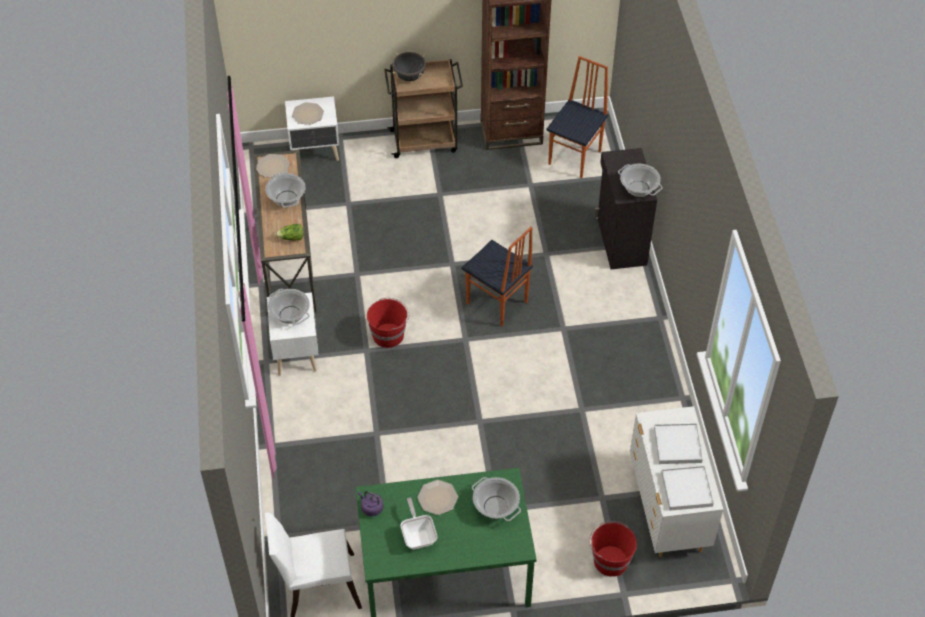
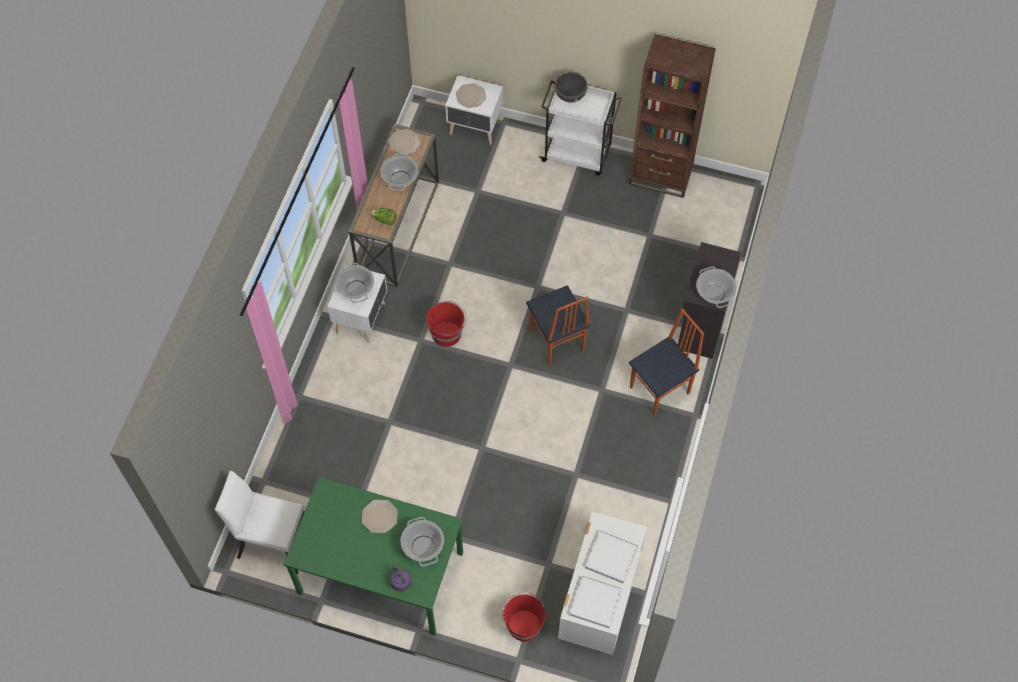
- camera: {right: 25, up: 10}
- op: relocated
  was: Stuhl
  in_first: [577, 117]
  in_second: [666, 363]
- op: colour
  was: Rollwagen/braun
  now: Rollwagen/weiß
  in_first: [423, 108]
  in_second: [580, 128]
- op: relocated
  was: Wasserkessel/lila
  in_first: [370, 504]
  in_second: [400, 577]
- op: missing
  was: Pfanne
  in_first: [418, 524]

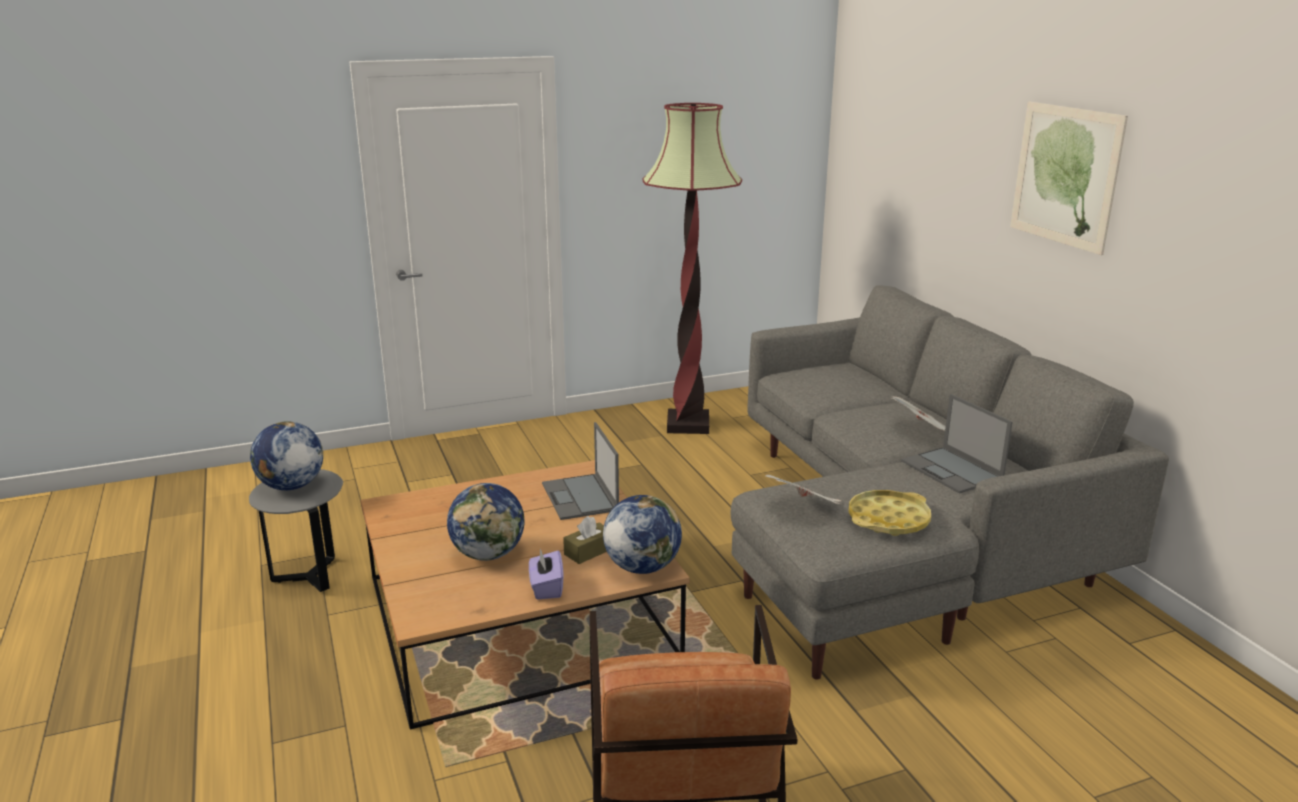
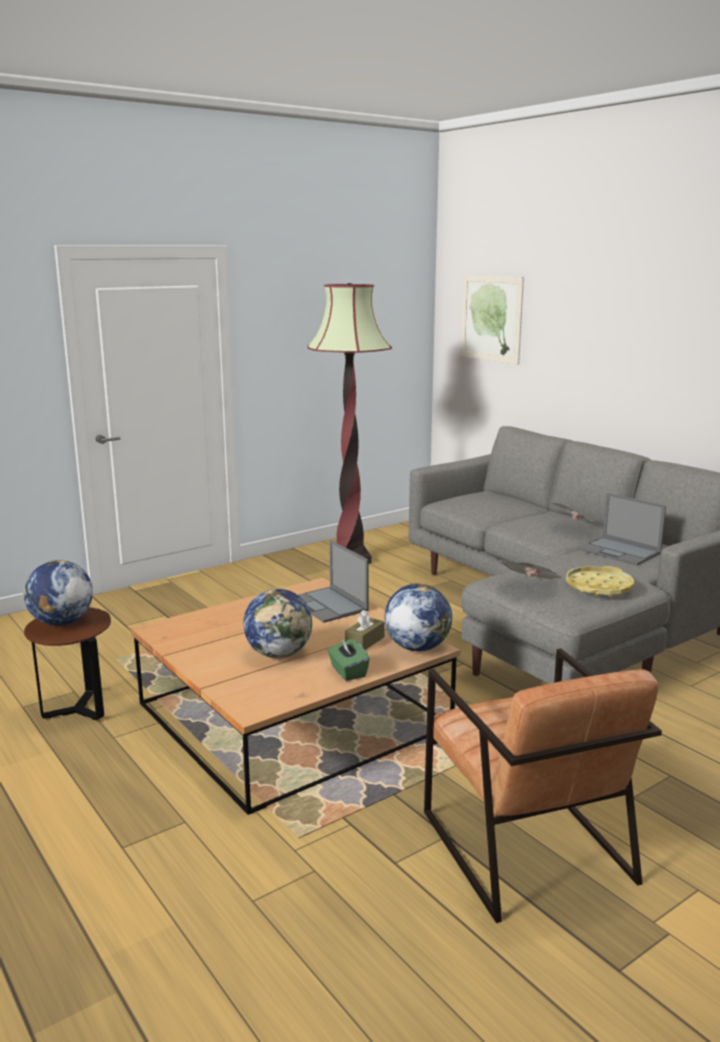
- camera: {right: -15, up: -5}
- op: relocated
  was: Bild
  in_first: [1069, 178]
  in_second: [492, 319]
- op: colour
  was: Beistelltisch/grau
  now: Beistelltisch/braun
  in_first: [296, 530]
  in_second: [67, 663]
- op: colour
  was: Taschentuchbox/lila
  now: Taschentuchbox/grün
  in_first: [546, 574]
  in_second: [348, 659]

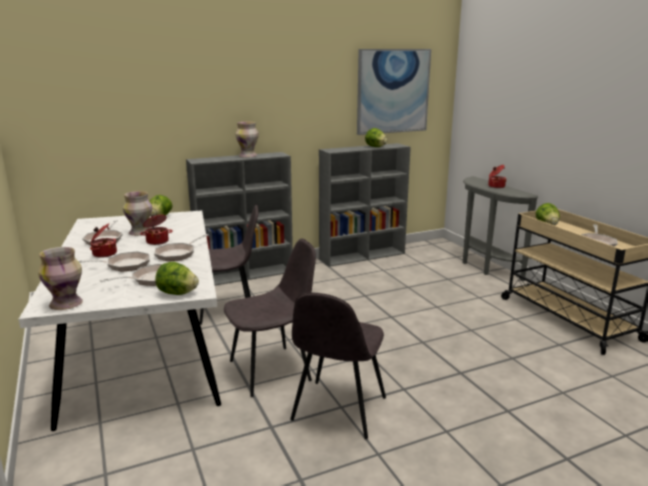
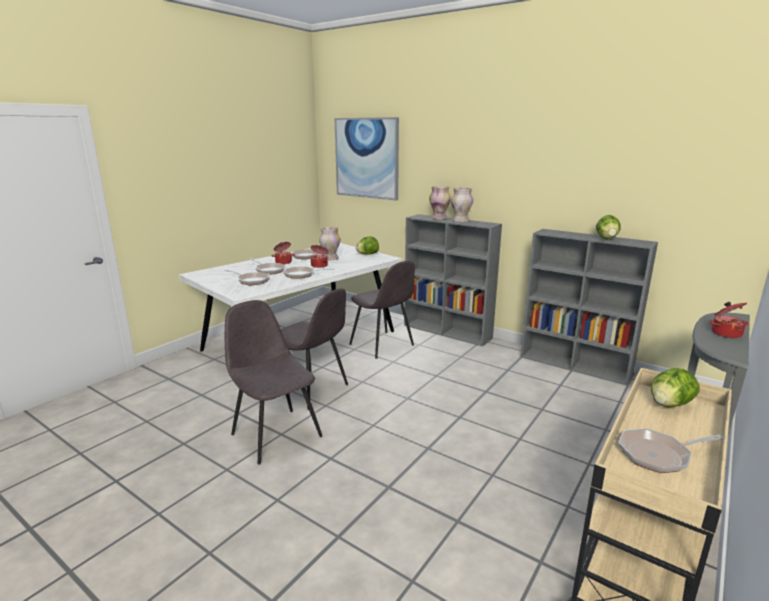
- camera: {right: 60, up: 0}
- op: relocated
  was: Bild
  in_first: [394, 92]
  in_second: [366, 158]
- op: relocated
  was: Vase
  in_first: [60, 278]
  in_second: [440, 202]
- op: missing
  was: Salatkopf
  in_first: [177, 278]
- op: spun
  was: Stuhl/grau
  in_first: [338, 366]
  in_second: [273, 382]
  clockwise: 60

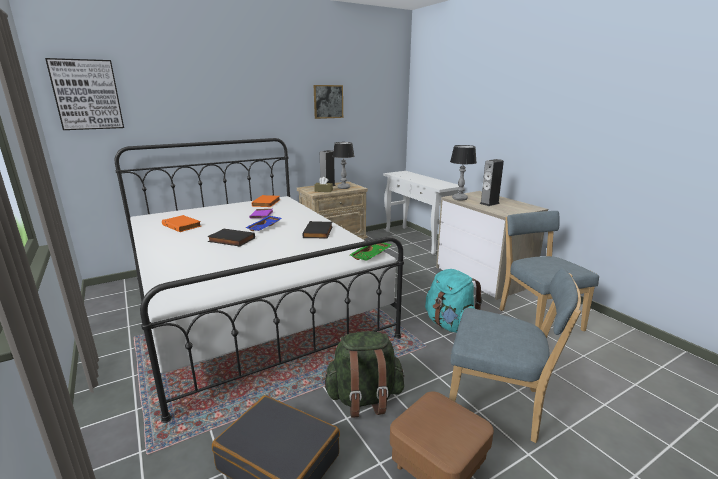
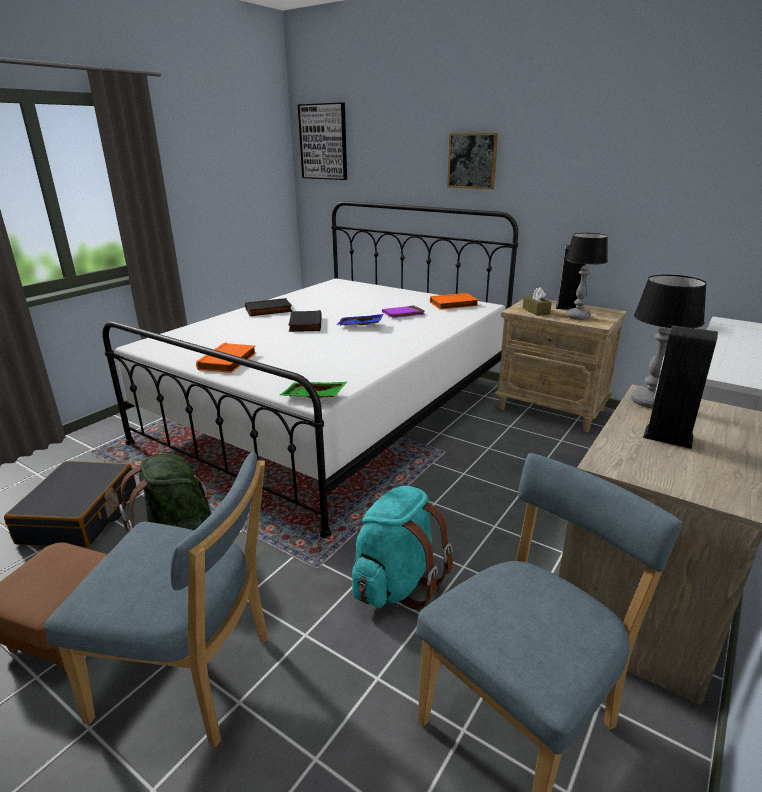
- camera: {right: 65, up: 5}
- op: relocated
  was: Bild
  in_first: [328, 102]
  in_second: [472, 161]
- op: relocated
  was: Buch/orange
  in_first: [181, 223]
  in_second: [226, 358]
- op: relocated
  was: Buch/schwarz
  in_first: [317, 230]
  in_second: [268, 307]
- op: spun
  was: Stuhl/blau
  in_first: [515, 355]
  in_second: [156, 600]
  clockwise: -75

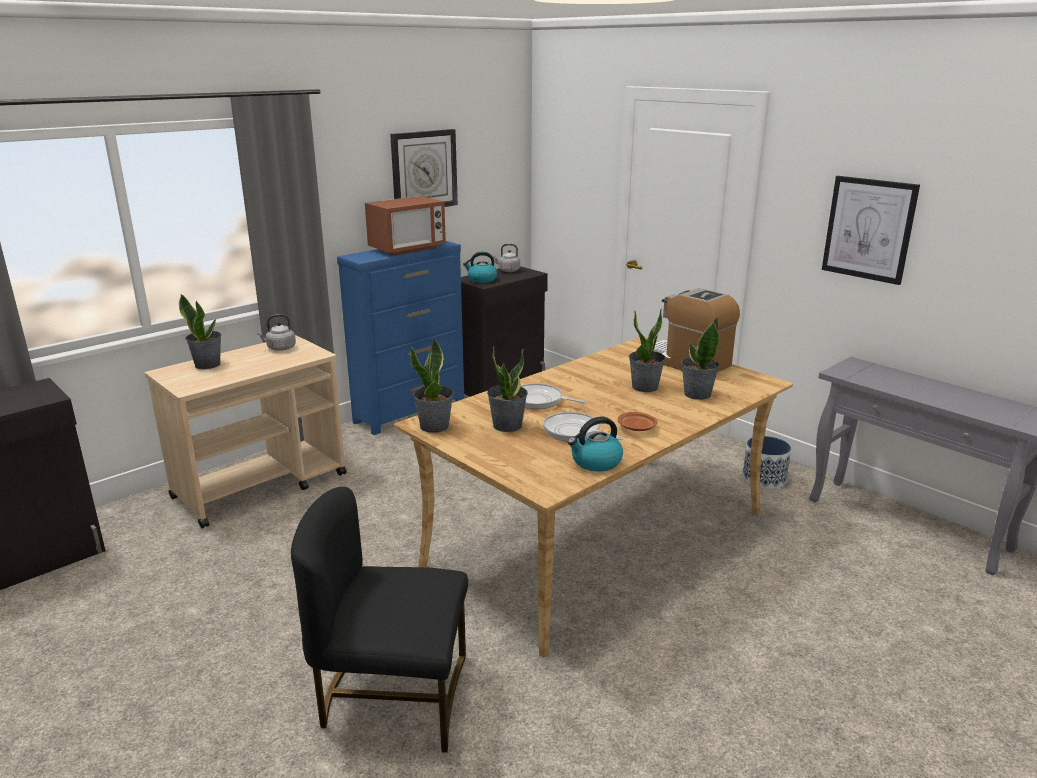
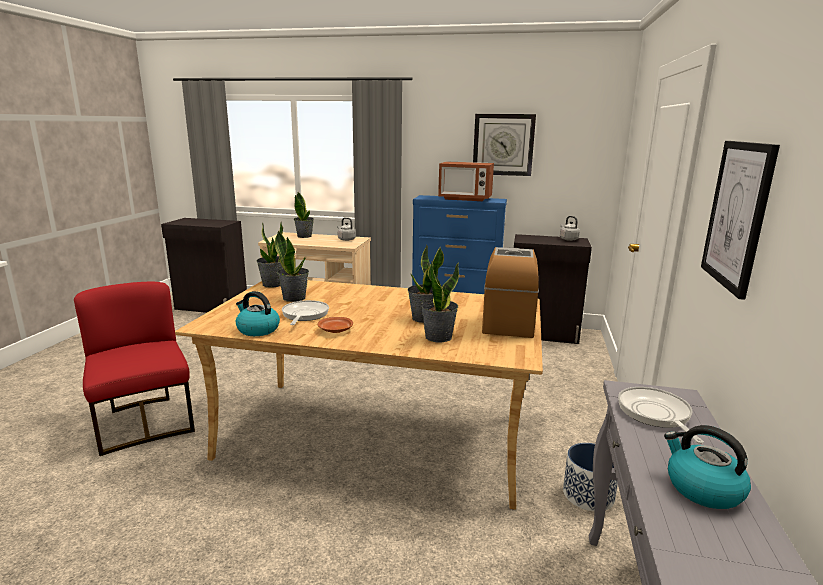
- camera: {right: 55, up: -5}
- op: relocated
  was: Wasserkessel
  in_first: [480, 267]
  in_second: [707, 467]
- op: relocated
  was: Pfanne
  in_first: [553, 396]
  in_second: [661, 415]
- op: colour
  was: Stuhl/schwarz
  now: Stuhl/rot
  in_first: [379, 620]
  in_second: [134, 369]

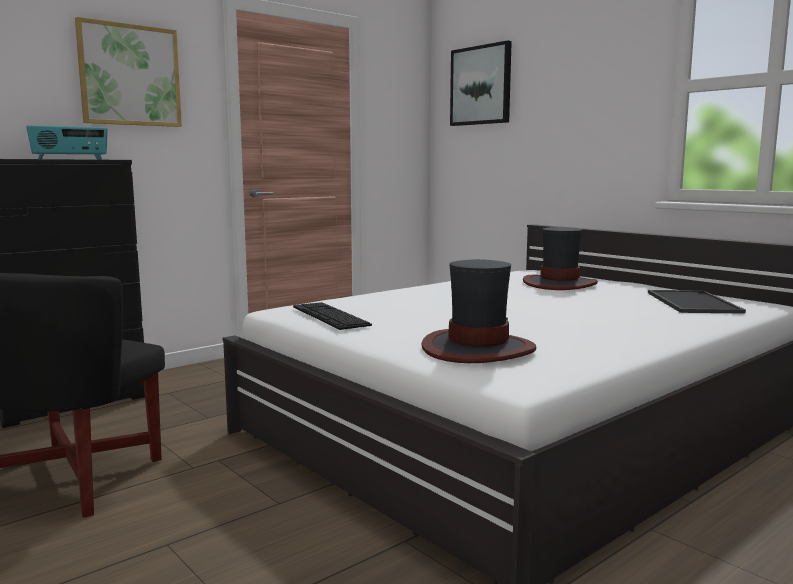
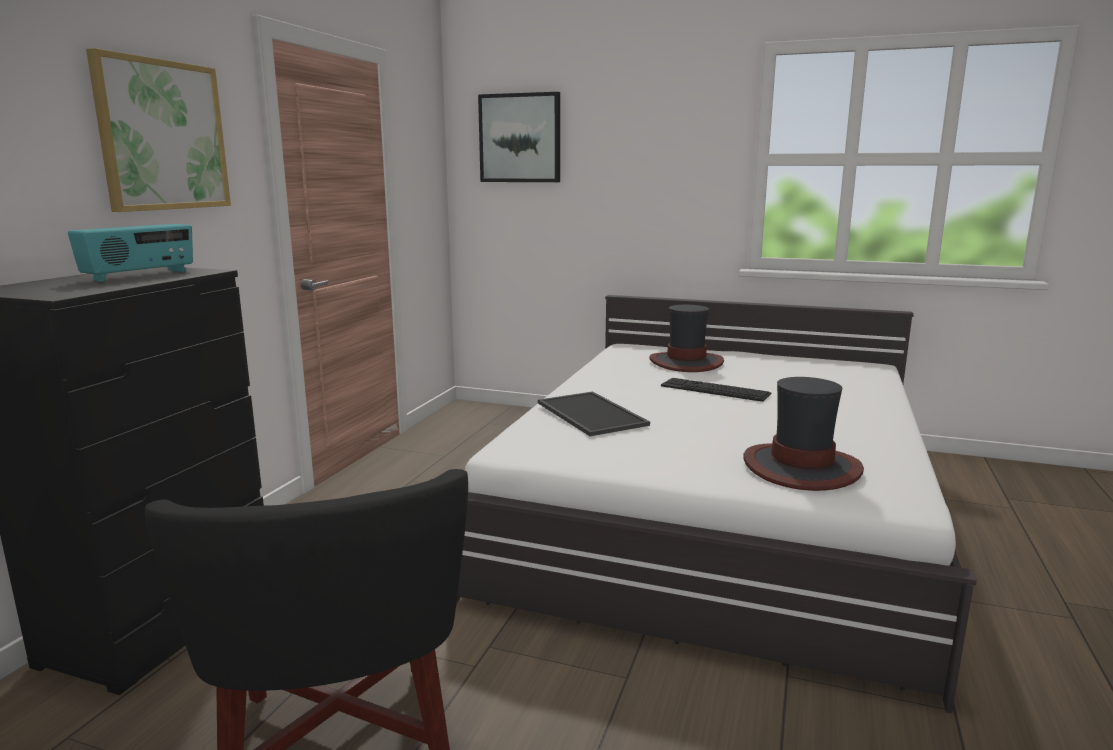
- camera: {right: -30, up: 5}
- op: relocated
  was: Tablett
  in_first: [697, 302]
  in_second: [594, 414]
- op: relocated
  was: Tastatur
  in_first: [332, 316]
  in_second: [716, 390]

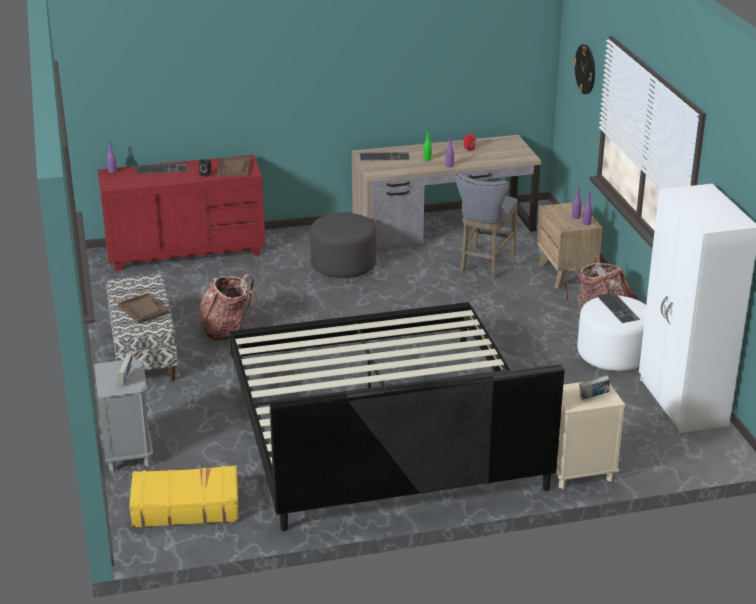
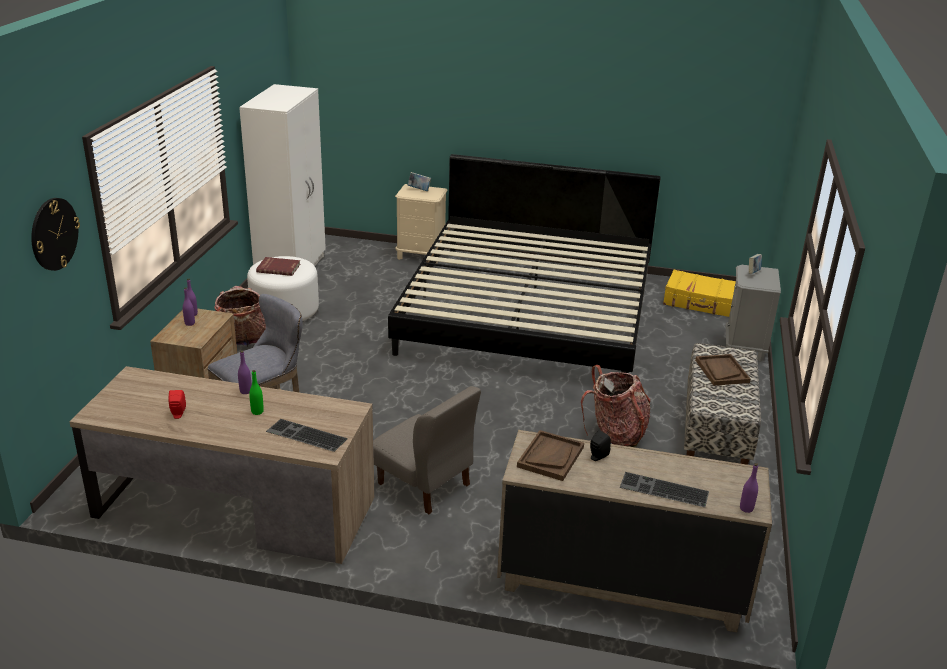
- camera: {right: -155, up: 0}
- op: colour
  was: Kommode/rot
  now: Kommode/beige
  in_first: [182, 213]
  in_second: [634, 531]
- op: exchanged
  was: Polsterhocker/grau
  now: Stuhl/grau
  in_first: [343, 245]
  in_second: [427, 450]
- op: exchanged
  was: Tastatur
  now: Buch/rot
  in_first: [618, 307]
  in_second: [278, 266]

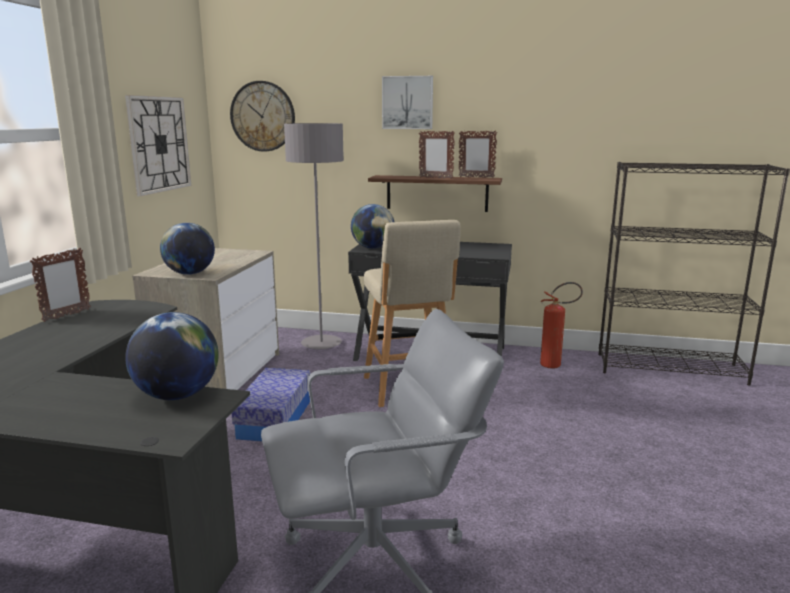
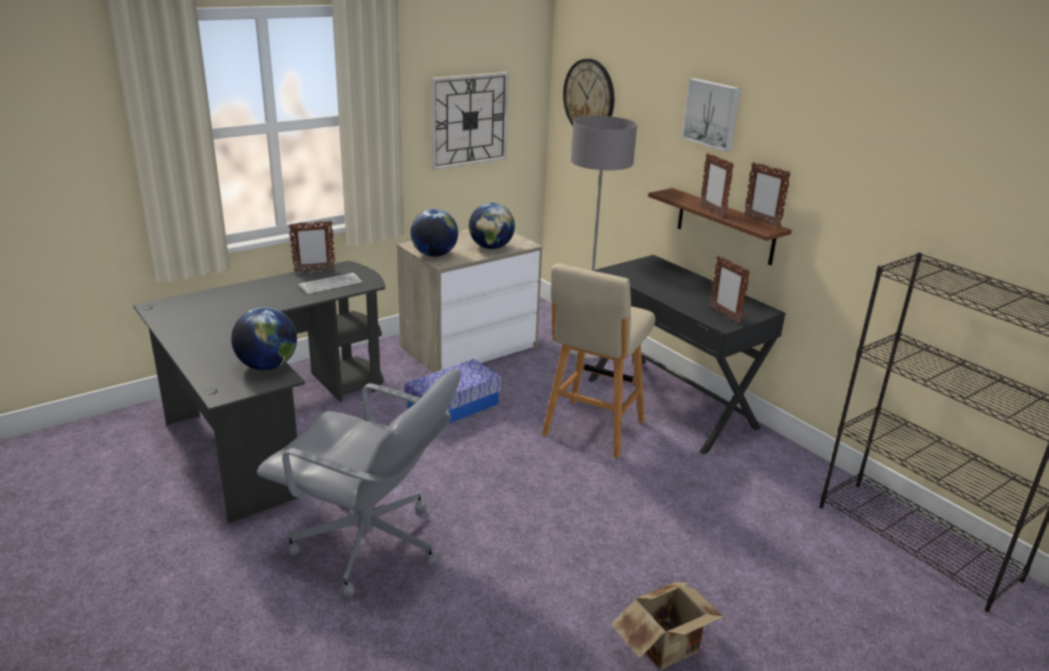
- camera: {right: 40, up: 10}
- op: relocated
  was: Globus
  in_first: [372, 226]
  in_second: [492, 226]
- op: missing
  was: Feuerlöscher
  in_first: [561, 325]
- op: appeared
  now: Bilderrahmen
  in_second: [730, 290]
- op: appeared
  now: Tastatur
  in_second: [330, 283]
- op: appeared
  now: Karton
  in_second: [668, 626]

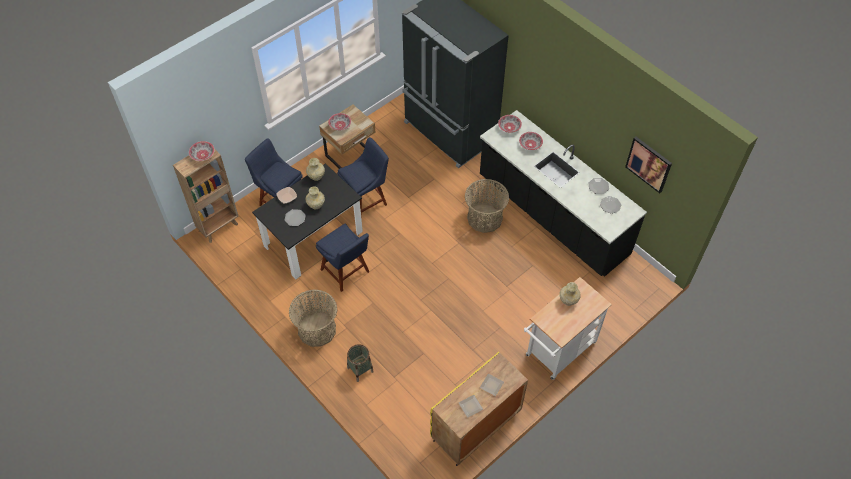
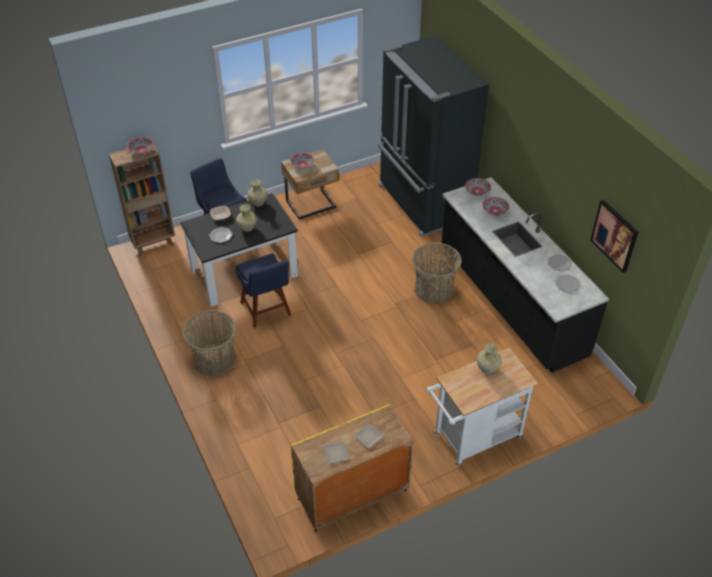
- camera: {right: 15, up: -10}
- op: missing
  was: Stuhl/blau
  in_first: [363, 177]
- op: missing
  was: Korb
  in_first: [360, 363]

